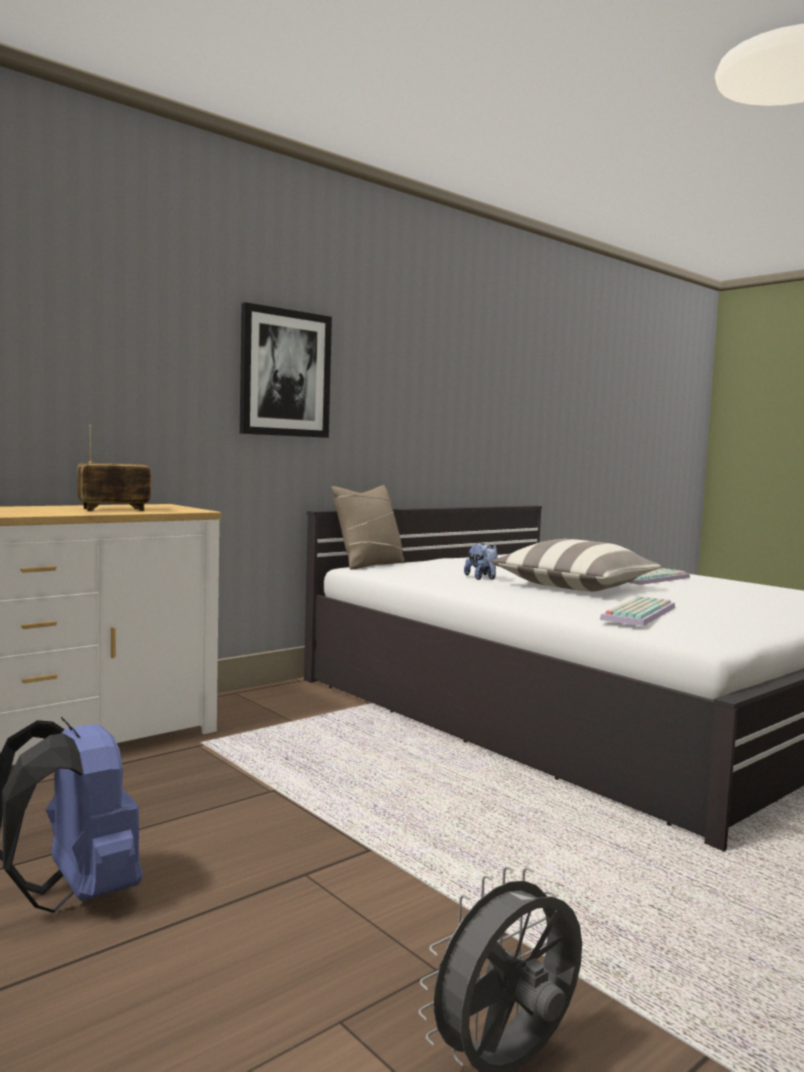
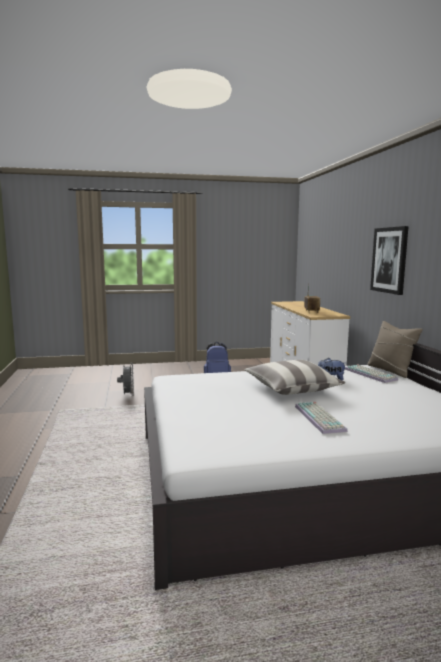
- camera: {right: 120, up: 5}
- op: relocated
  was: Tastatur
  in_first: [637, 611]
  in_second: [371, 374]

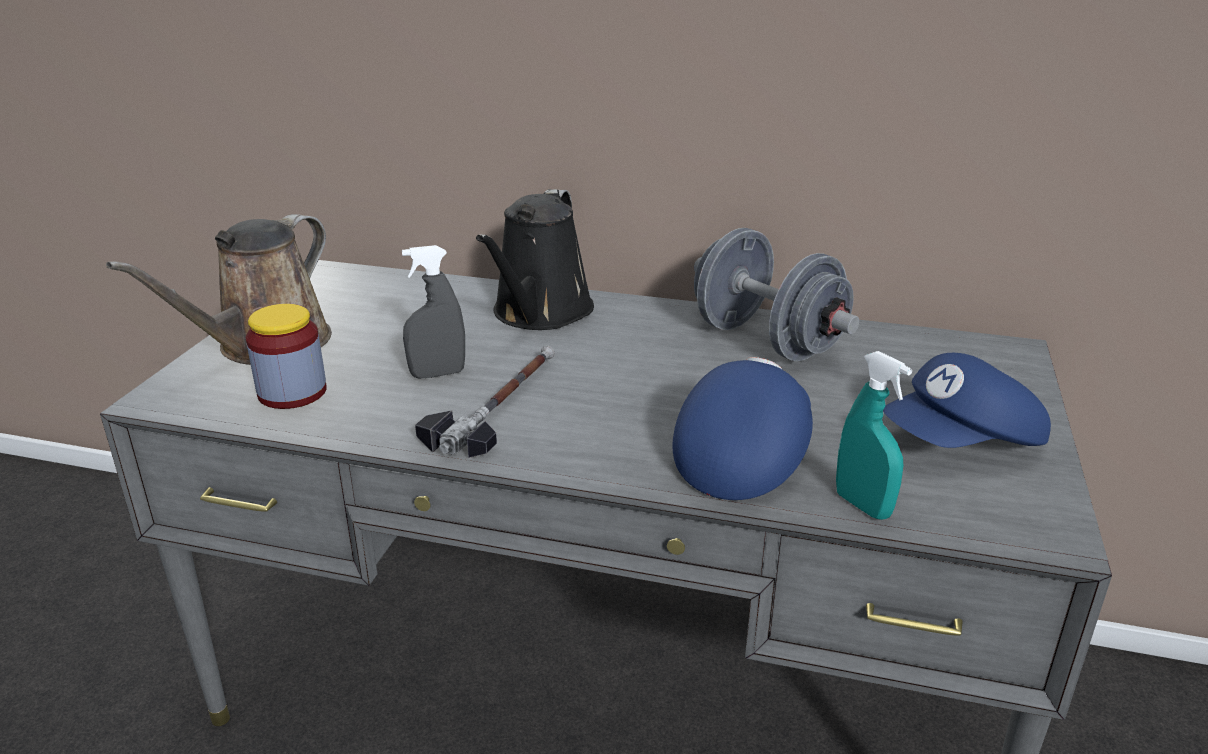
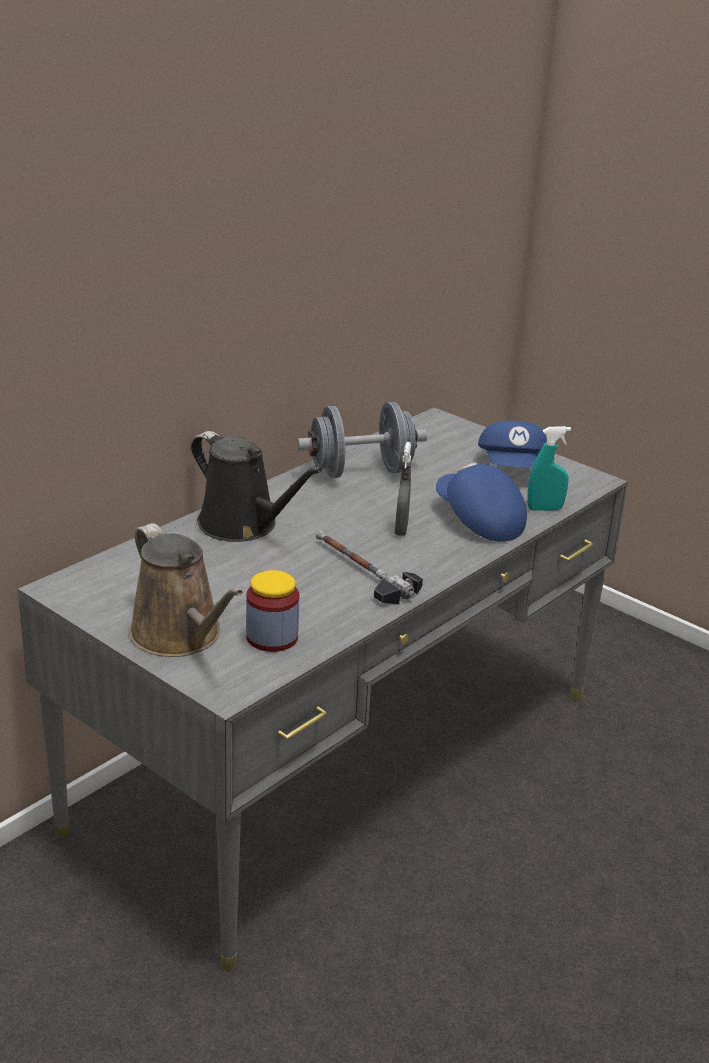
- camera: {right: -65, up: 0}
- op: relocated
  was: Sprühflasche/grau
  in_first: [433, 311]
  in_second: [403, 489]

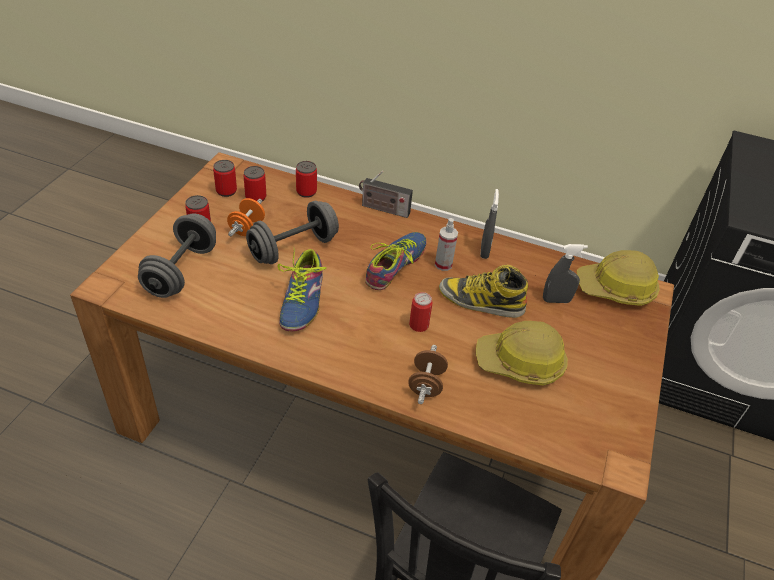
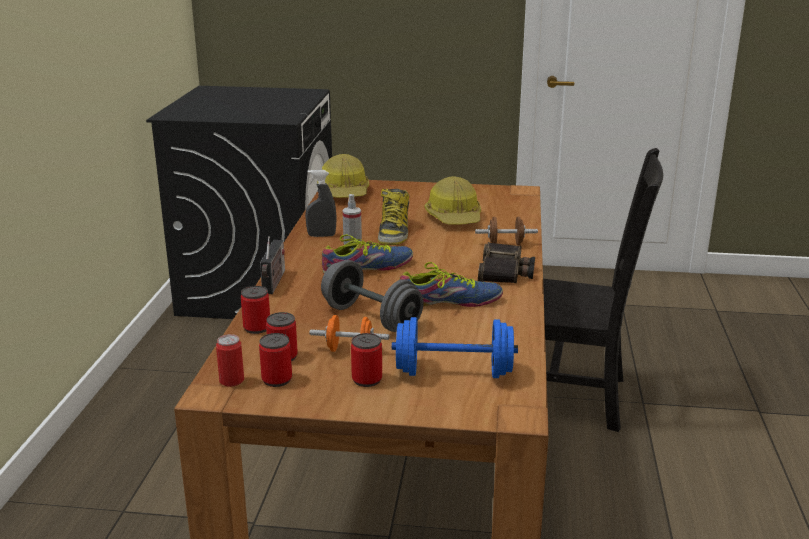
- camera: {right: -100, up: -20}
- op: colour
  was: Hantel/grau
  now: Hantel/blau
  in_first: [177, 255]
  in_second: [455, 347]
- op: spun
  was: Schuh
  in_first: [395, 261]
  in_second: [367, 254]
  clockwise: 135
- op: missing
  was: Sprühflasche/grau
  in_first: [565, 273]
- op: relocated
  was: Dose
  in_first: [421, 312]
  in_second: [230, 360]
- op: appeared
  now: Fernglas
  in_second: [506, 262]

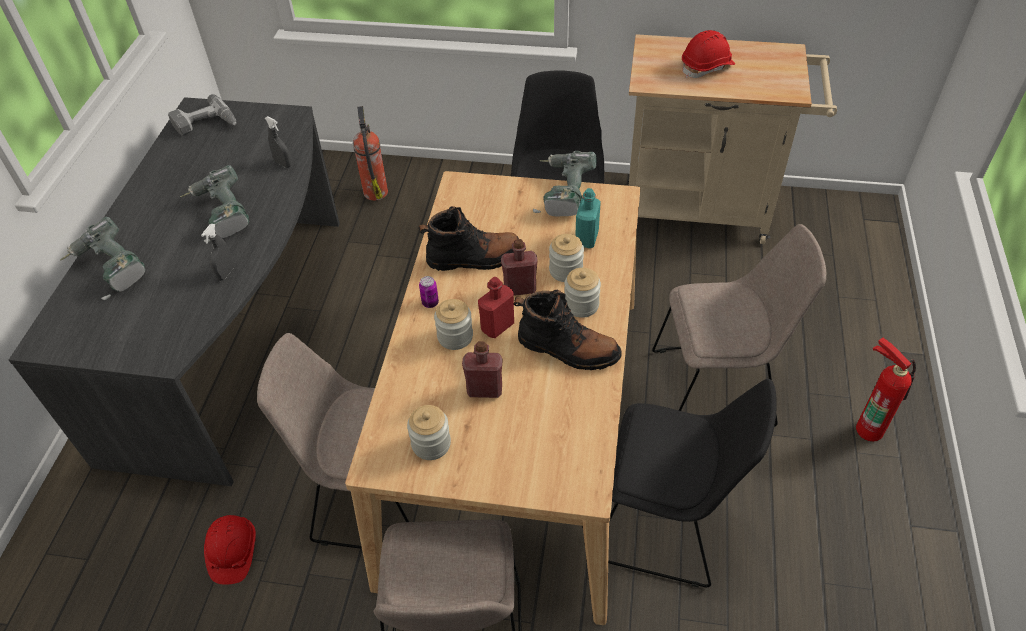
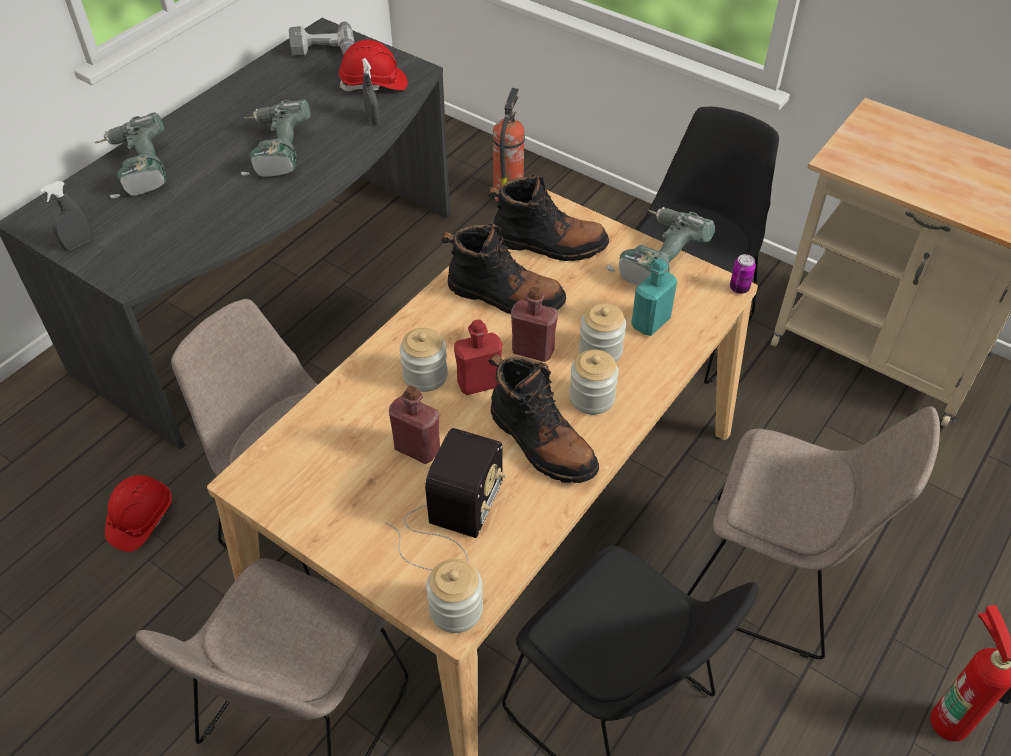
- camera: {right: 25, up: 0}
- op: relocated
  was: Schutzhelm/rot
  in_first: [708, 54]
  in_second: [373, 65]
- op: relocated
  was: Sprühflasche/grau
  in_first: [217, 252]
  in_second: [65, 215]
- op: relocated
  was: Dose
  in_first: [429, 292]
  in_second: [743, 274]
- op: relocated
  was: Vorratsglas
  in_first: [429, 432]
  in_second: [454, 596]
- op: appeared
  now: Stiefel/schwarz
  in_second: [548, 217]
- op: appeared
  now: Radio
  in_second: [445, 499]

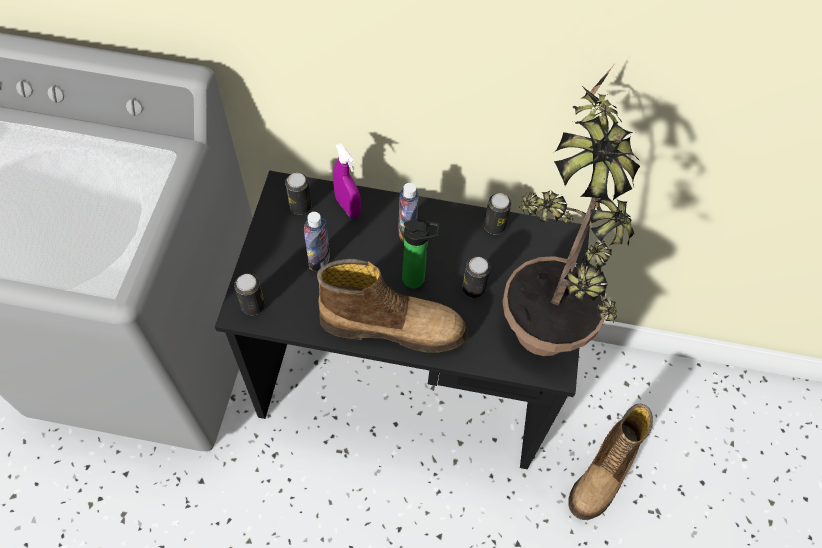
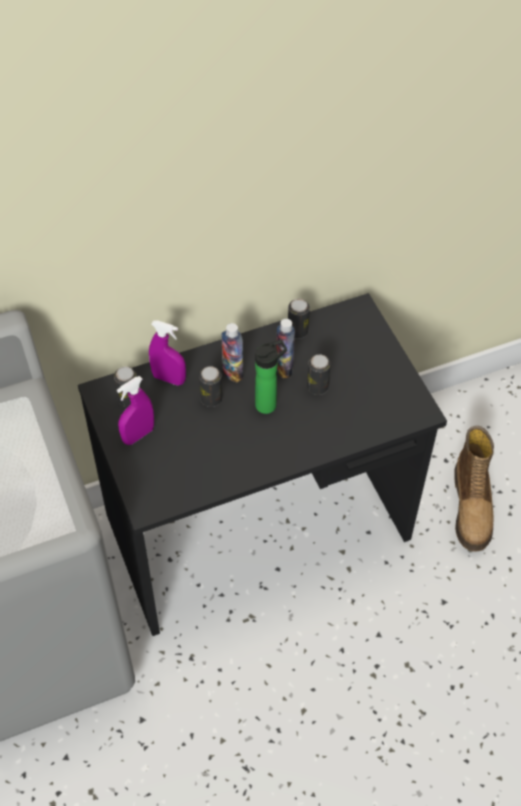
- camera: {right: -30, up: -5}
- op: missing
  was: Topfpflanze
  in_first: [571, 210]
- op: relocated
  was: Flasche
  in_first: [317, 242]
  in_second: [285, 348]
- op: missing
  was: Stiefel
  in_first: [392, 305]
- op: relocated
  was: Dose
  in_first: [249, 294]
  in_second: [210, 386]
- op: appeared
  now: Sprühflasche/lila
  in_second: [135, 410]

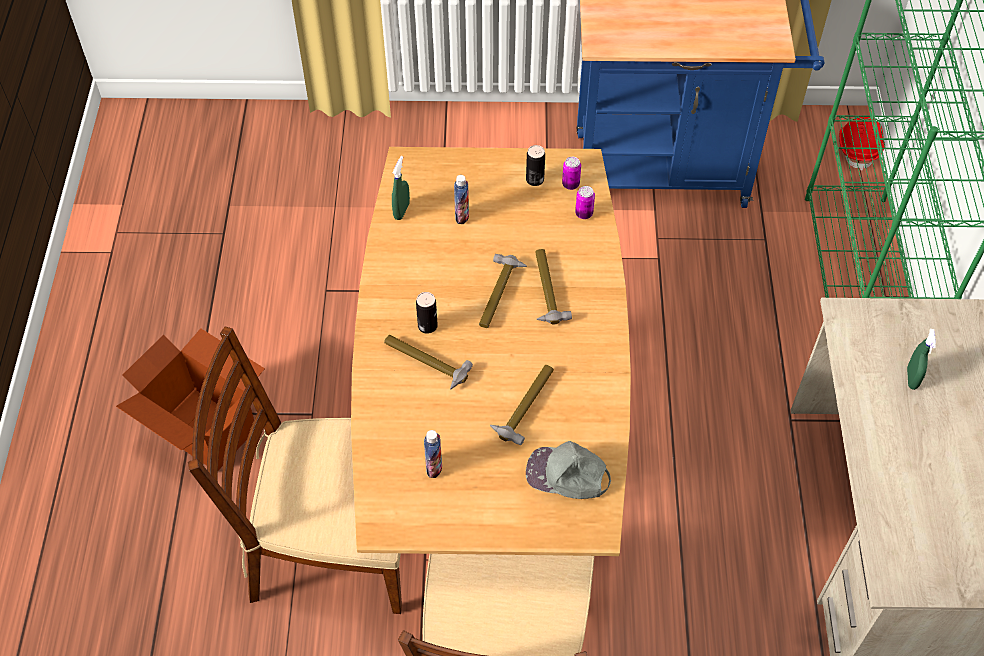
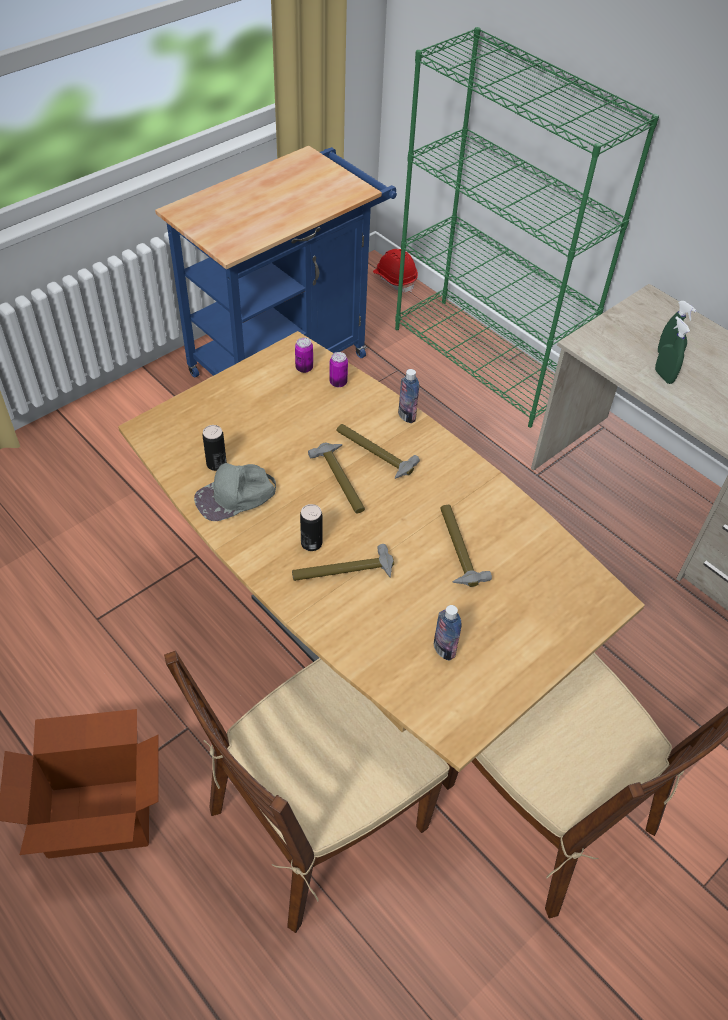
- camera: {right: -45, up: -5}
- op: relocated
  was: Dose
  in_first: [535, 165]
  in_second: [214, 448]
- op: relocated
  was: Sprühflasche/grün
  in_first: [401, 188]
  in_second: [672, 350]
- op: relocated
  was: Flasche
  in_first: [461, 199]
  in_second: [408, 396]
- op: relocated
  was: Kappe/grau
  in_first: [568, 470]
  in_second: [235, 492]

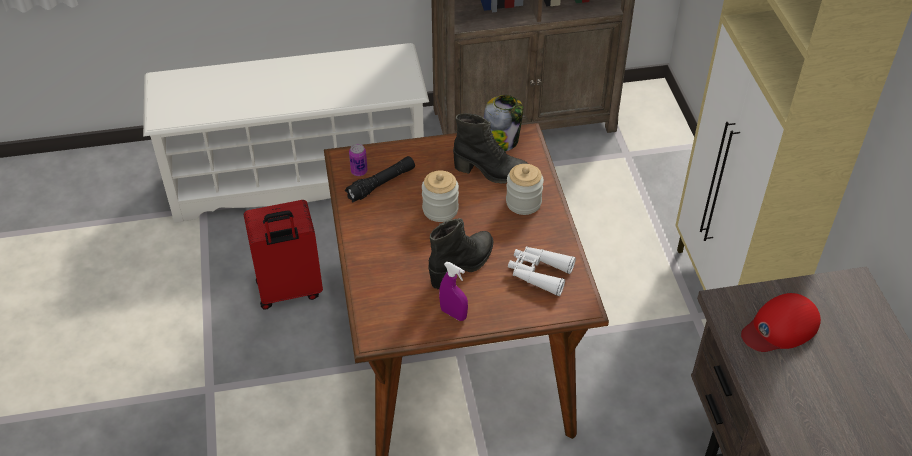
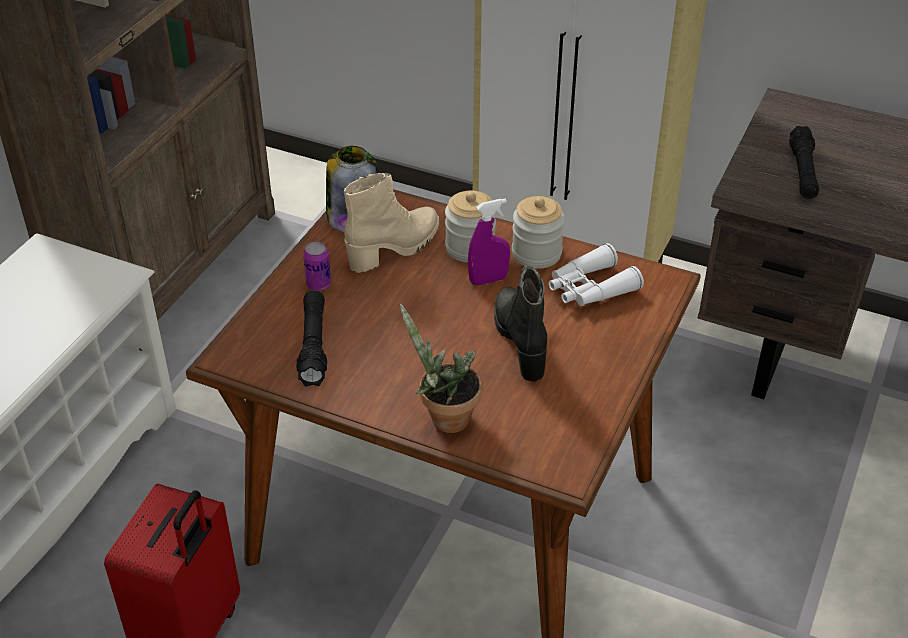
- camera: {right: -55, up: -5}
- op: colour
  was: Stiefel/schwarz
  now: Stiefel/beige
  in_first: [490, 148]
  in_second: [391, 223]
- op: relocated
  was: Dose
  in_first: [358, 160]
  in_second: [317, 266]
- op: relocated
  was: Vorratsglas
  in_first: [440, 196]
  in_second: [538, 232]
- op: relocated
  was: Sprühflasche/lila
  in_first: [453, 291]
  in_second: [489, 241]
- op: exchanged
  was: Kappe/rot
  now: Taschenlampe/schwarz
  in_first: [781, 322]
  in_second: [804, 162]
- op: appeared
  now: Topfpflanze
  in_second: [440, 368]

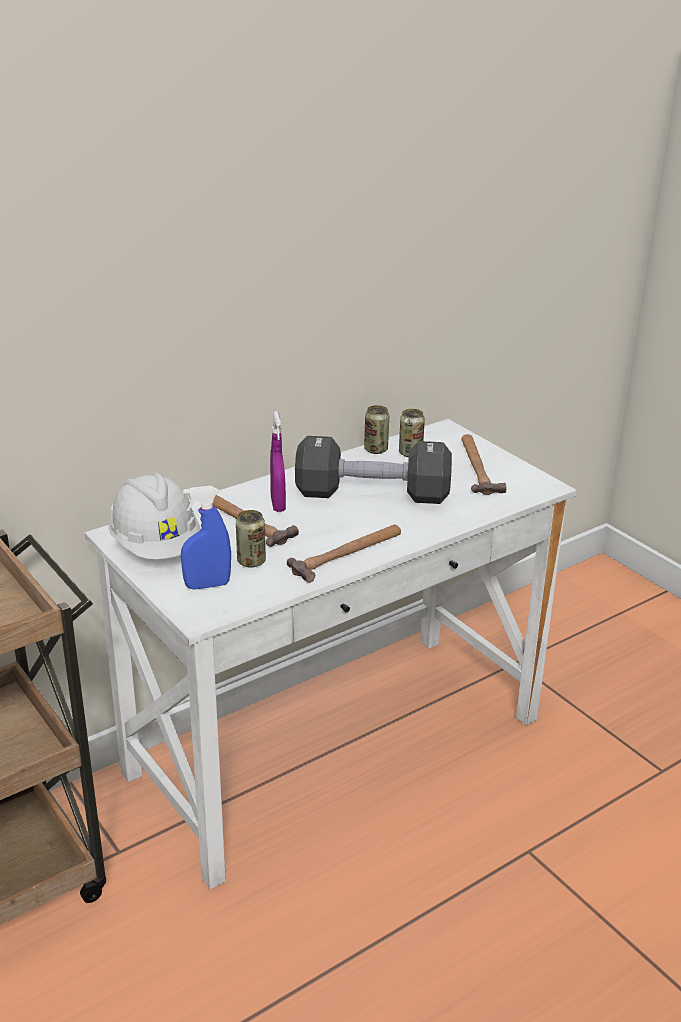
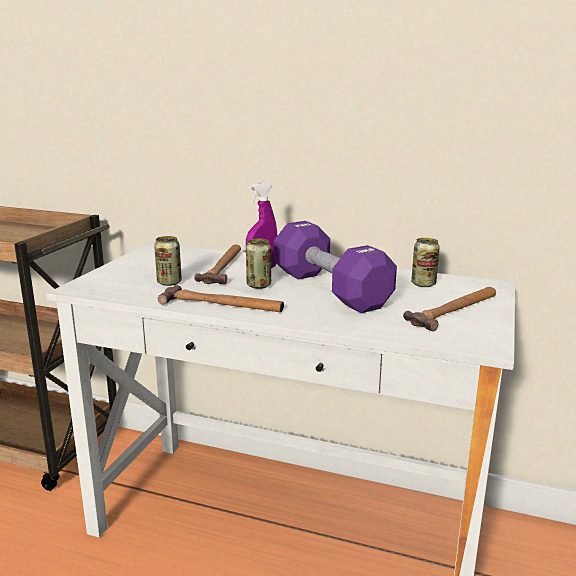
- camera: {right: 55, up: -10}
- op: relocated
  was: Dose
  in_first: [376, 429]
  in_second: [258, 263]
- op: colour
  was: Hantel/schwarz
  now: Hantel/lila
  in_first: [373, 470]
  in_second: [335, 267]
- op: missing
  was: Schutzhelm/weiß
  in_first: [154, 516]
- op: missing
  was: Sprühflasche/blau
  in_first: [206, 538]

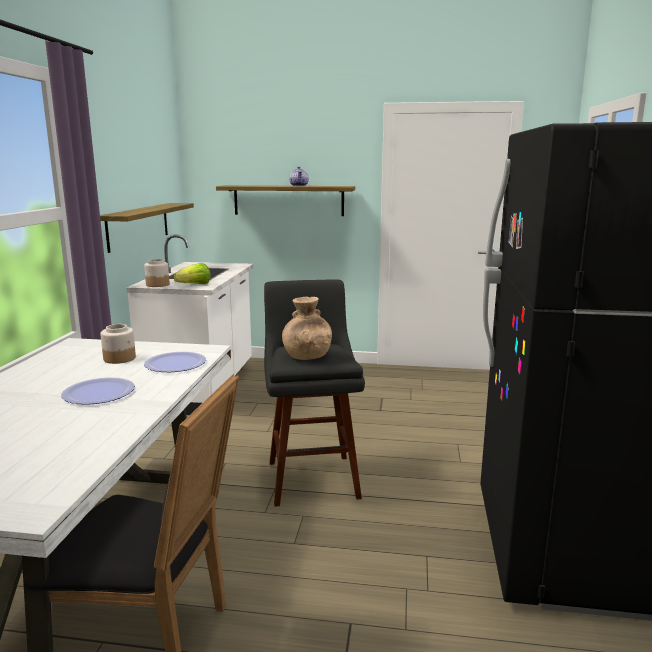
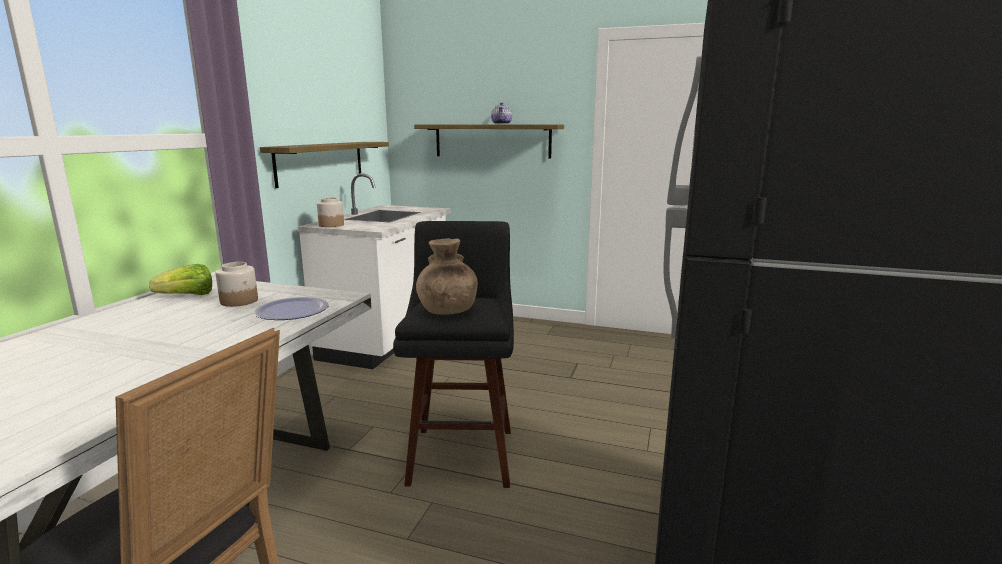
- camera: {right: 10, up: 0}
- op: relocated
  was: Salatkopf
  in_first: [192, 273]
  in_second: [180, 279]
- op: missing
  was: Teller
  in_first: [98, 391]

